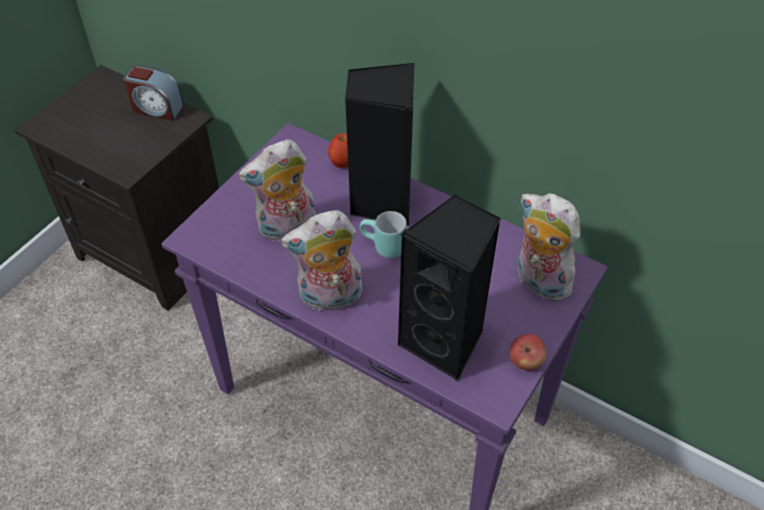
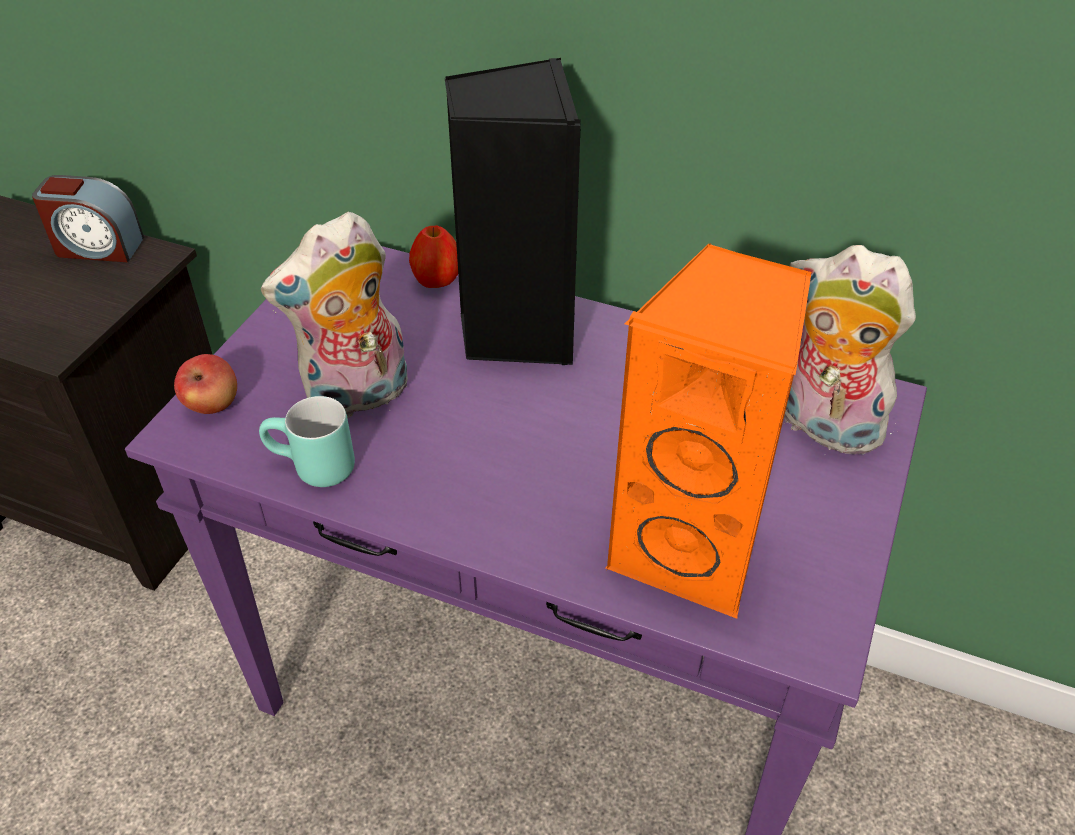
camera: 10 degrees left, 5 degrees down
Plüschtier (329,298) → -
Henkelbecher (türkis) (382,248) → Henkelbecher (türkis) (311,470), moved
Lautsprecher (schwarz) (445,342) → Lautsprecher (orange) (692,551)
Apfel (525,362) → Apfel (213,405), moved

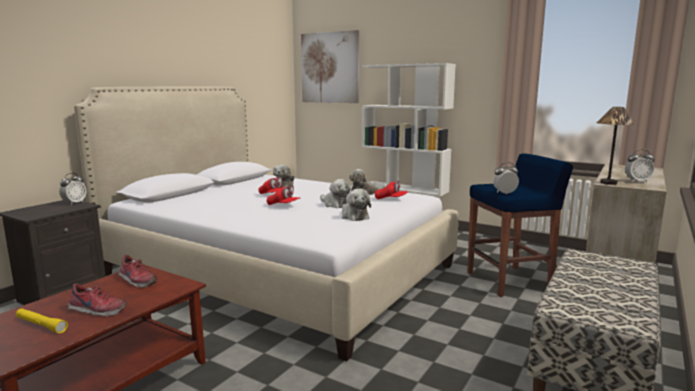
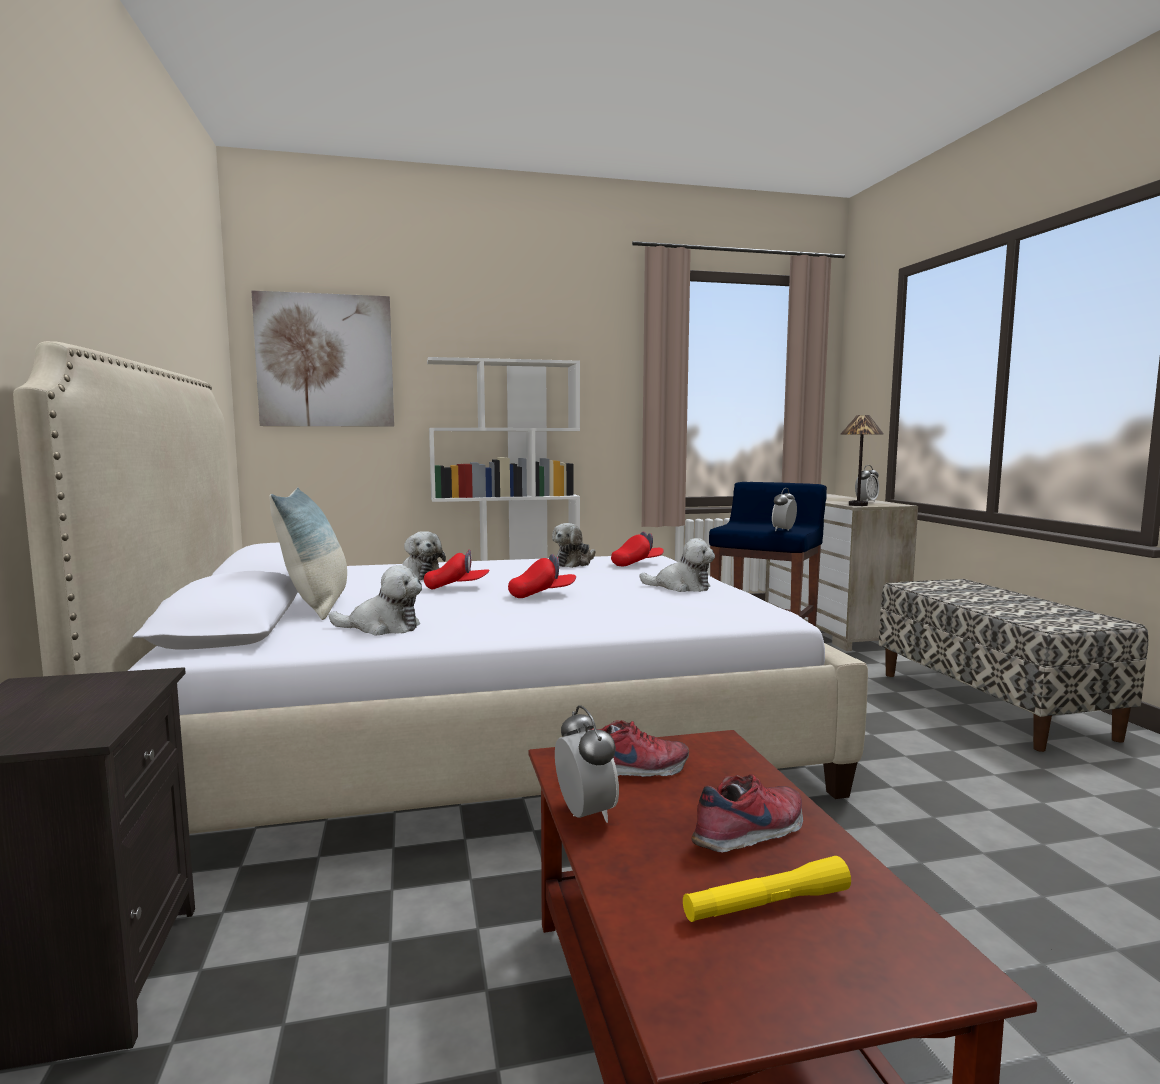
camera: 45 degrees left, 5 degrees down
Wecker (74,203) → Wecker (585,814), moved
Plüschtier (335,204) → Plüschtier (382,627), moved
- → Kissen (317,606)

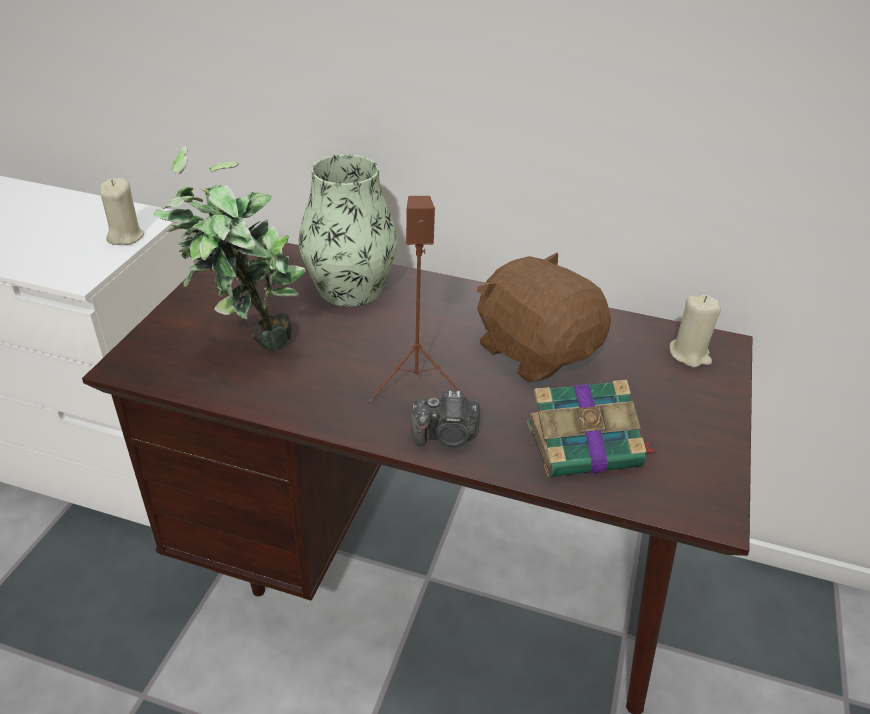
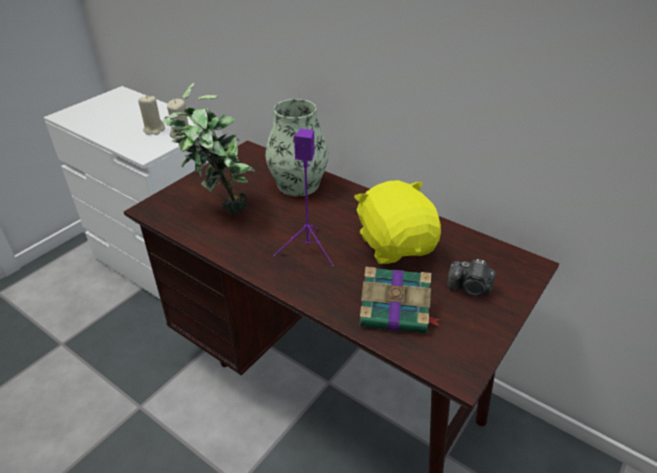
camera: 20 degrees right, 0 degrees up
Lautsprecher (braun) (417,382) → Lautsprecher (lila) (308,249)
Kamera (446,436) → Kamera (470,288), moved
Plüschtier (braun) (536,351) → Plüschtier (gelb) (395,245)
Kerze (beige) (689,354) → Kerze (beige) (154,130), moved

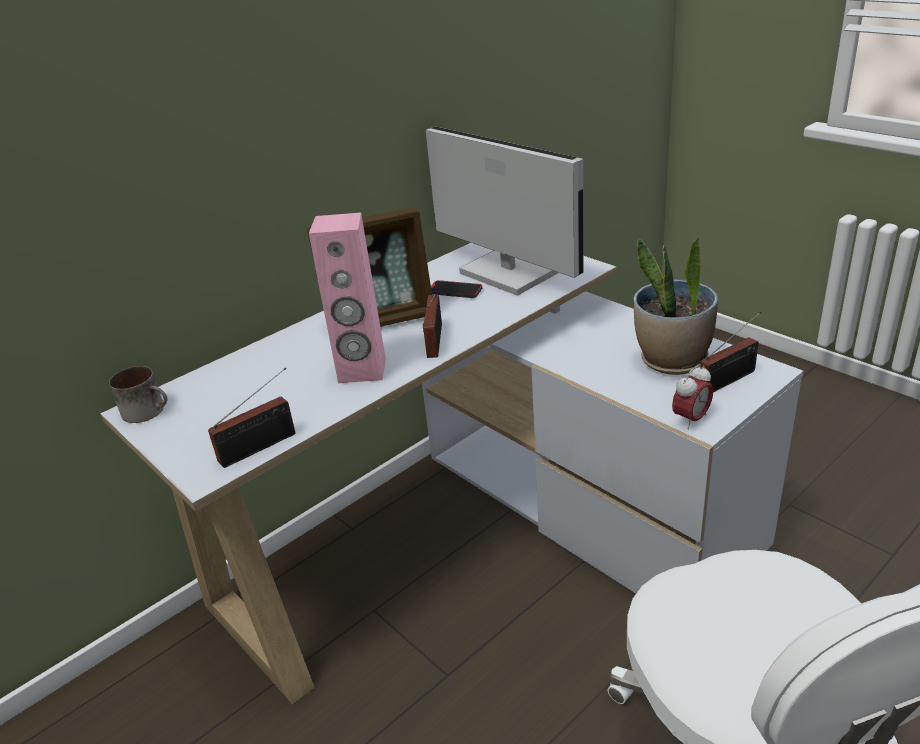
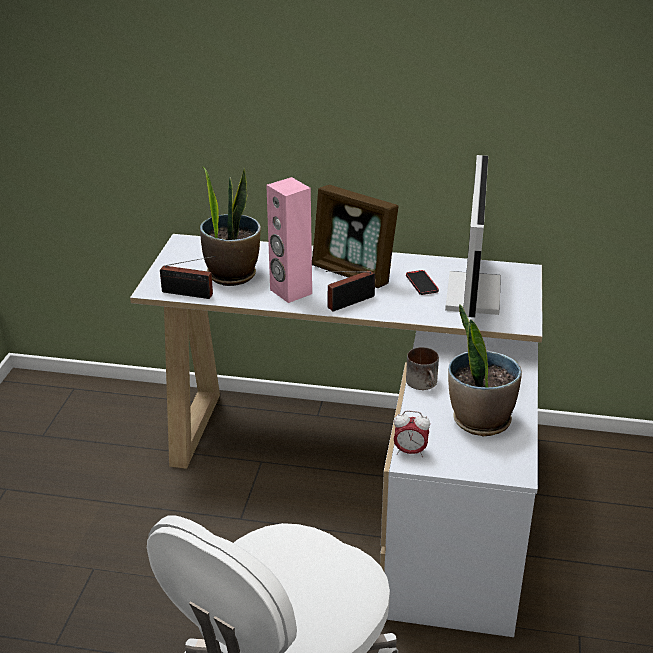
camera: 50 degrees right, 0 degrees up
Henkelbecher (149,410) → Henkelbecher (424,383), moved
Radio (730,379) → -
- → Topfpflanze (232,274)

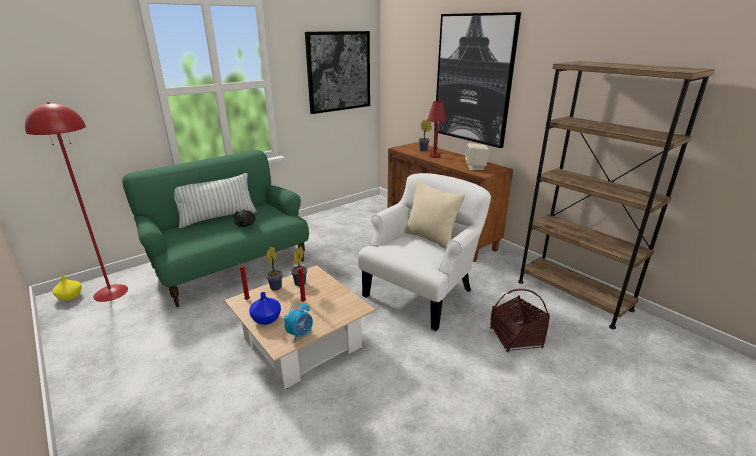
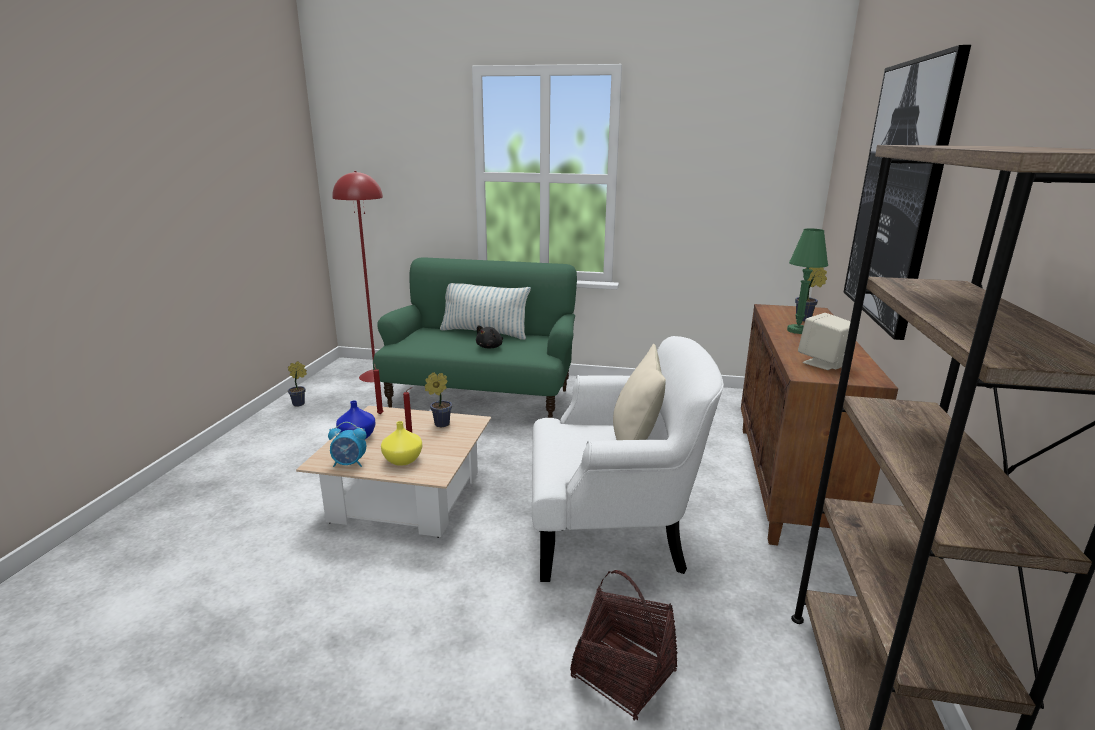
camera: 50 degrees right, 5 degrees down
Vase (gelb) (70,297) → Vase (gelb) (402,460), moved
Topfpflanze (276,286) → Topfpflanze (300,404), moved
Bild (339,71) → -
Tischlampe (rot) (434,156) → Tischlampe (grün) (797,330)

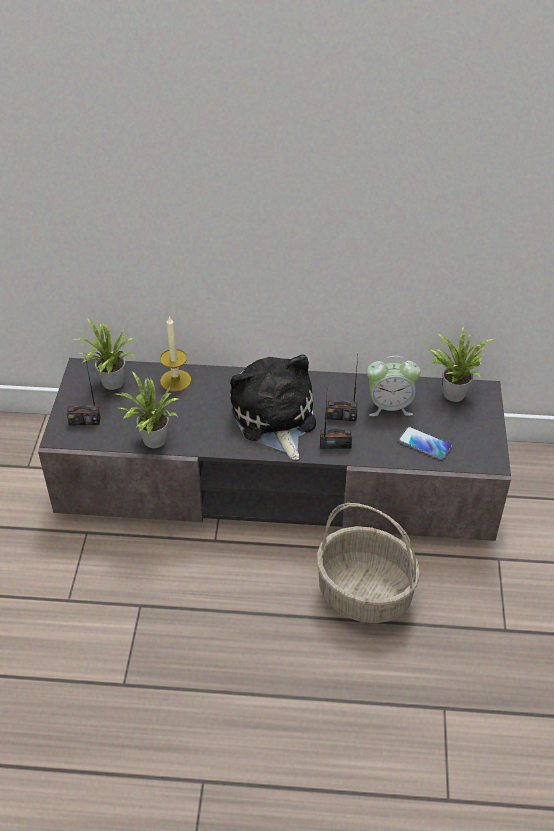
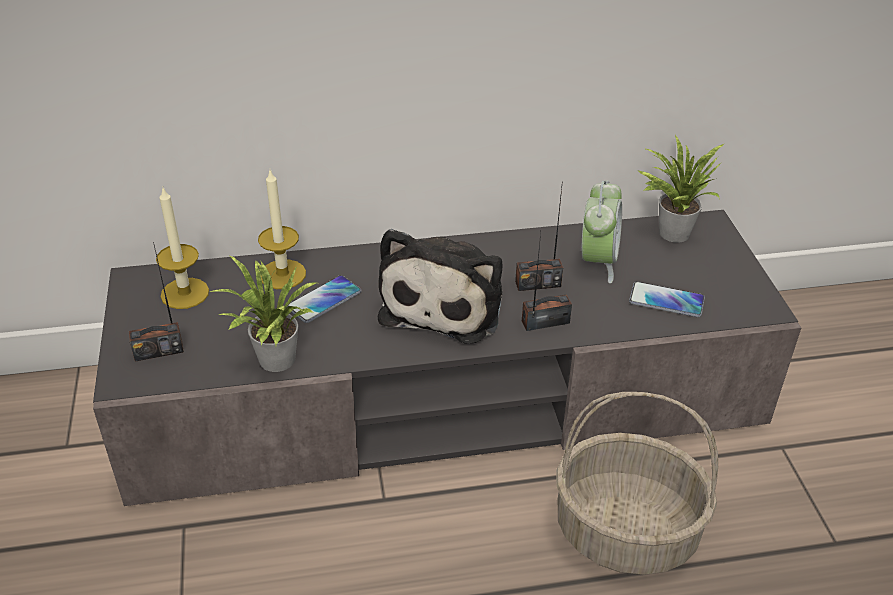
camera: 15 degrees left, 5 degrees down
Topfpflanze (110,383) → Kerze (185,293)
Plüschtier (274,419) → Plüschtier (445,302), 135 degrees counterclockwise
Wecker (389,406) → Wecker (597,261), 60 degrees counterclockwise
- → Handy (324,300)

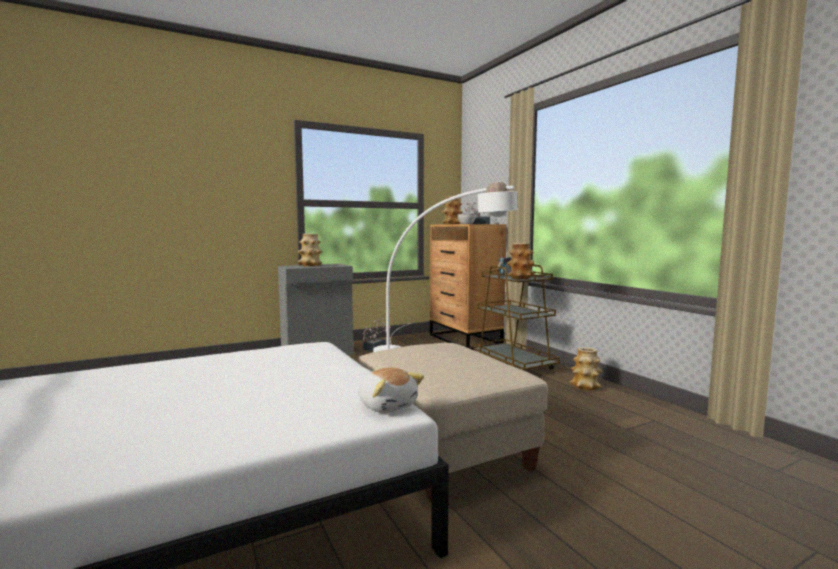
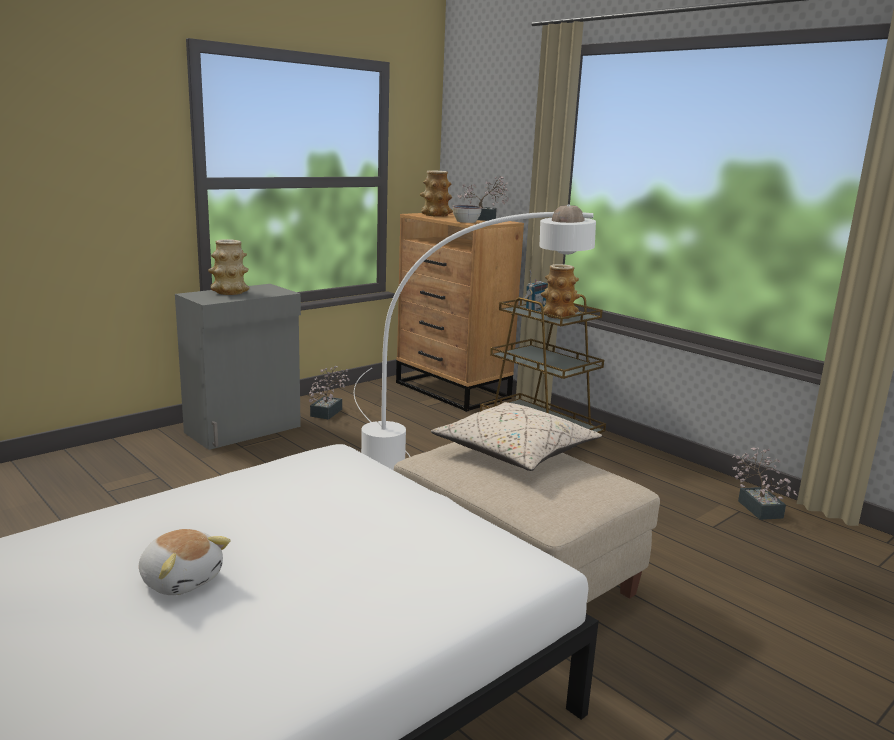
camera: 15 degrees left, 10 degrees up
Plüschtier (388,405) → Plüschtier (182,579), moved
Vase (585,387) → -
- → Kissen (beige) (515,453)
- → Topfpflanze (757,507)

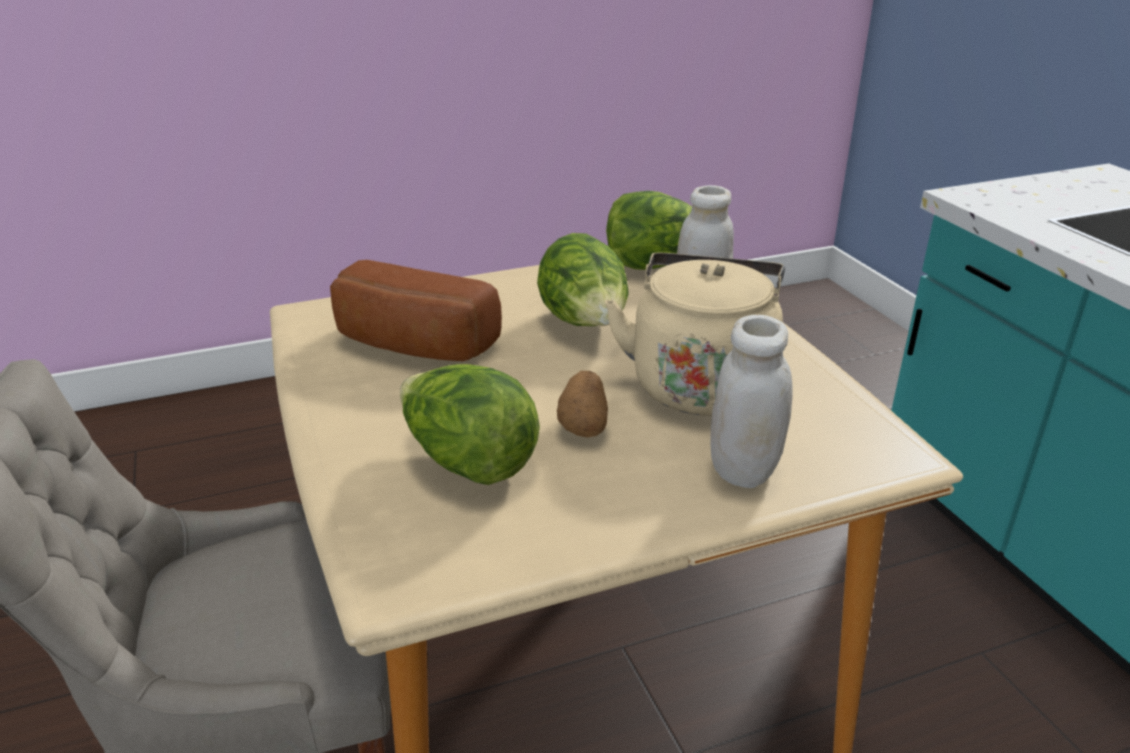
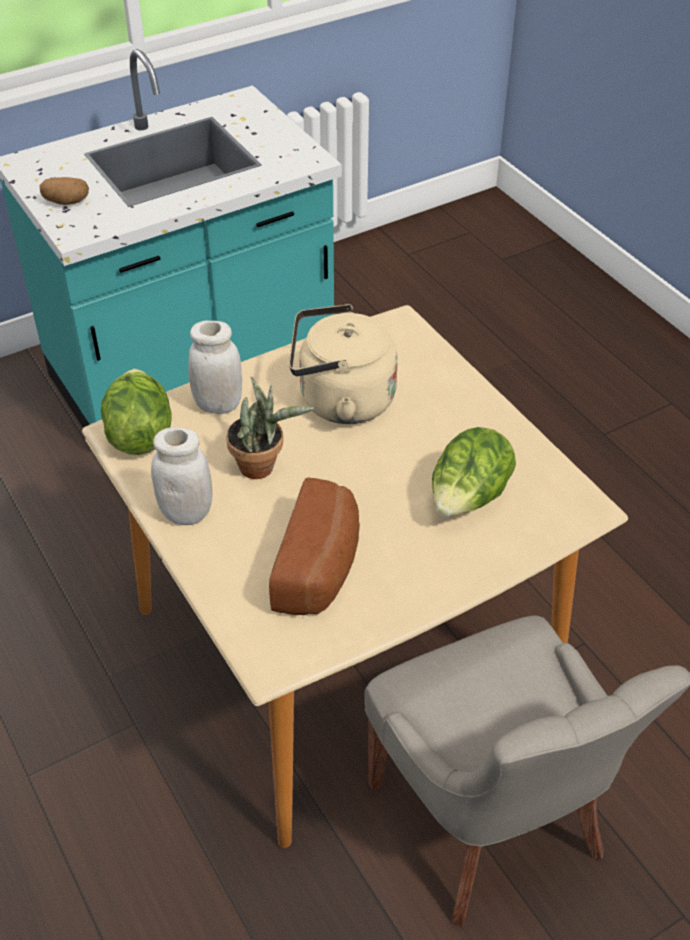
camera: 100 degrees left, 15 degrees up
Salatkopf (585,324) → Topfpflanze (262,466)
Kartoffel (584,424) → Kartoffel (66,202), moved
Vorratsglas (weiß) (743,470) → Vorratsglas (weiß) (186,512), moved

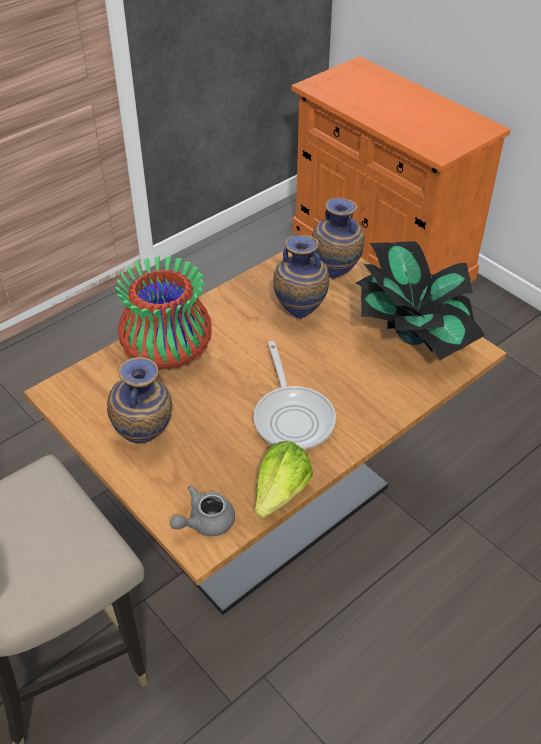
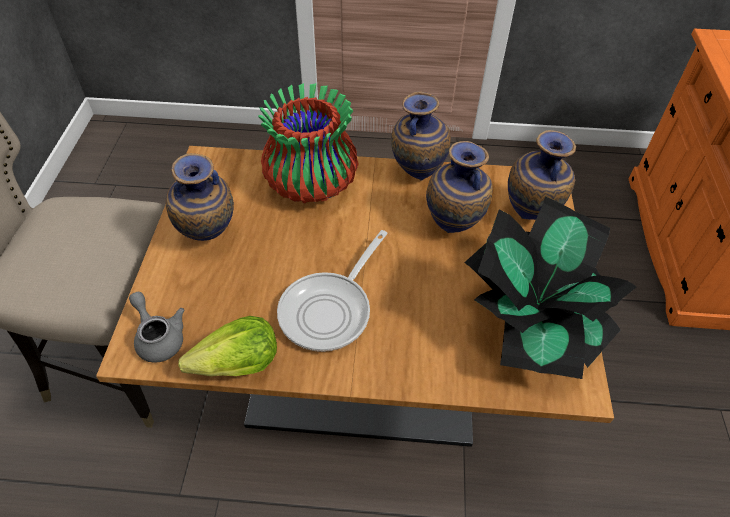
camera: 45 degrees right, 5 degrees up
Teekanne (grau) (205,522) → Teekanne (grau) (159,337), 45 degrees clockwise
- → Vase (416,175)

